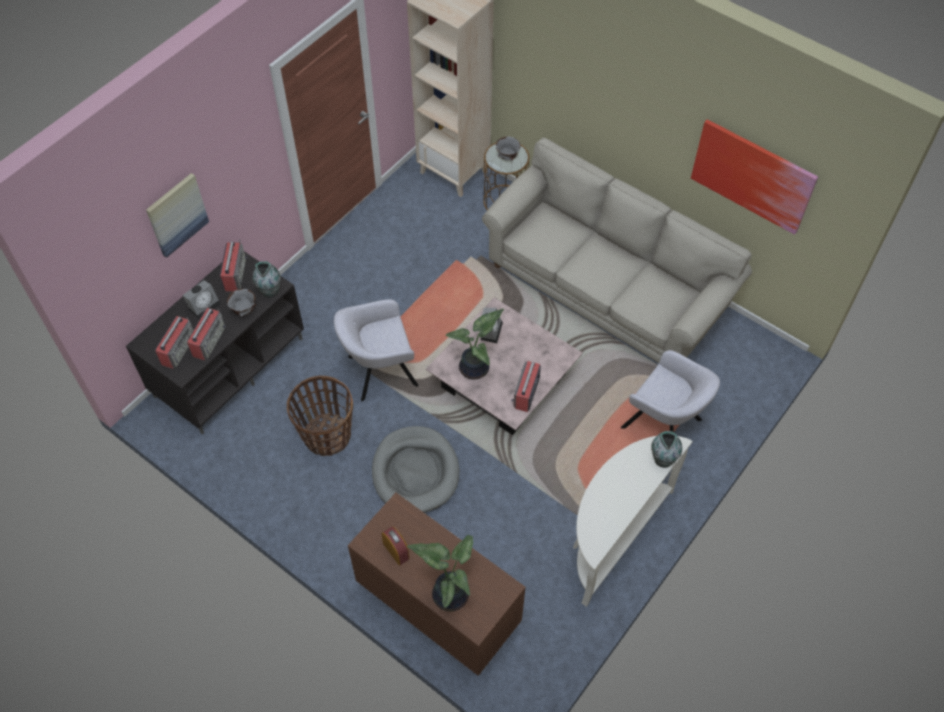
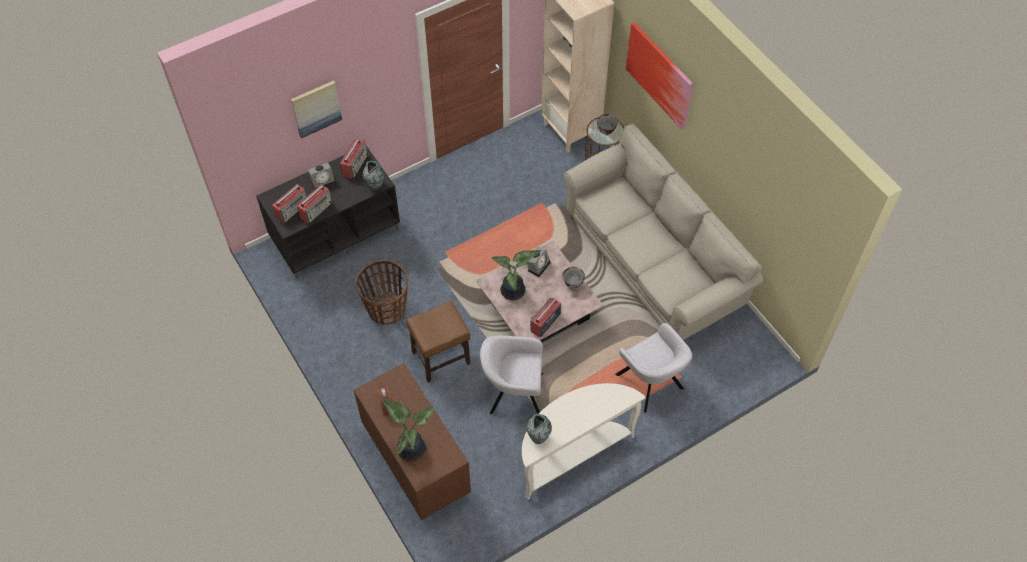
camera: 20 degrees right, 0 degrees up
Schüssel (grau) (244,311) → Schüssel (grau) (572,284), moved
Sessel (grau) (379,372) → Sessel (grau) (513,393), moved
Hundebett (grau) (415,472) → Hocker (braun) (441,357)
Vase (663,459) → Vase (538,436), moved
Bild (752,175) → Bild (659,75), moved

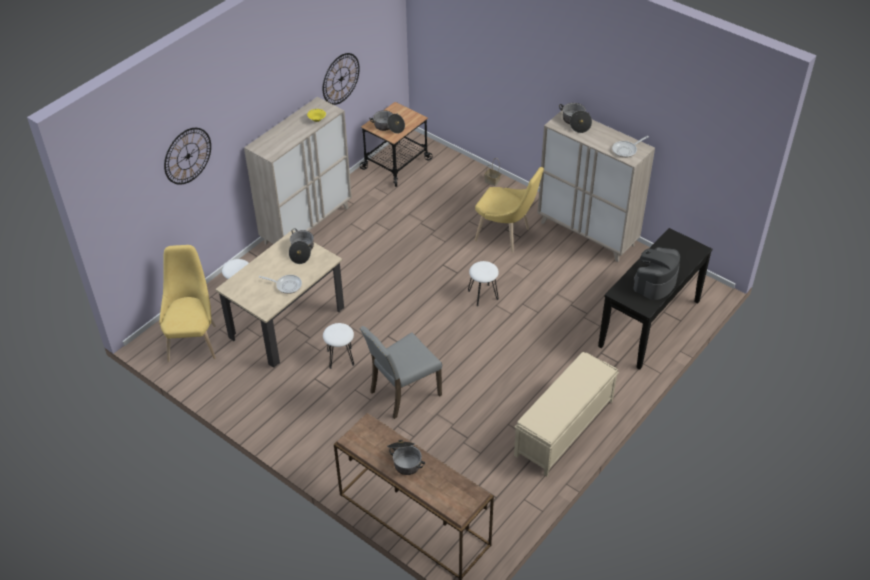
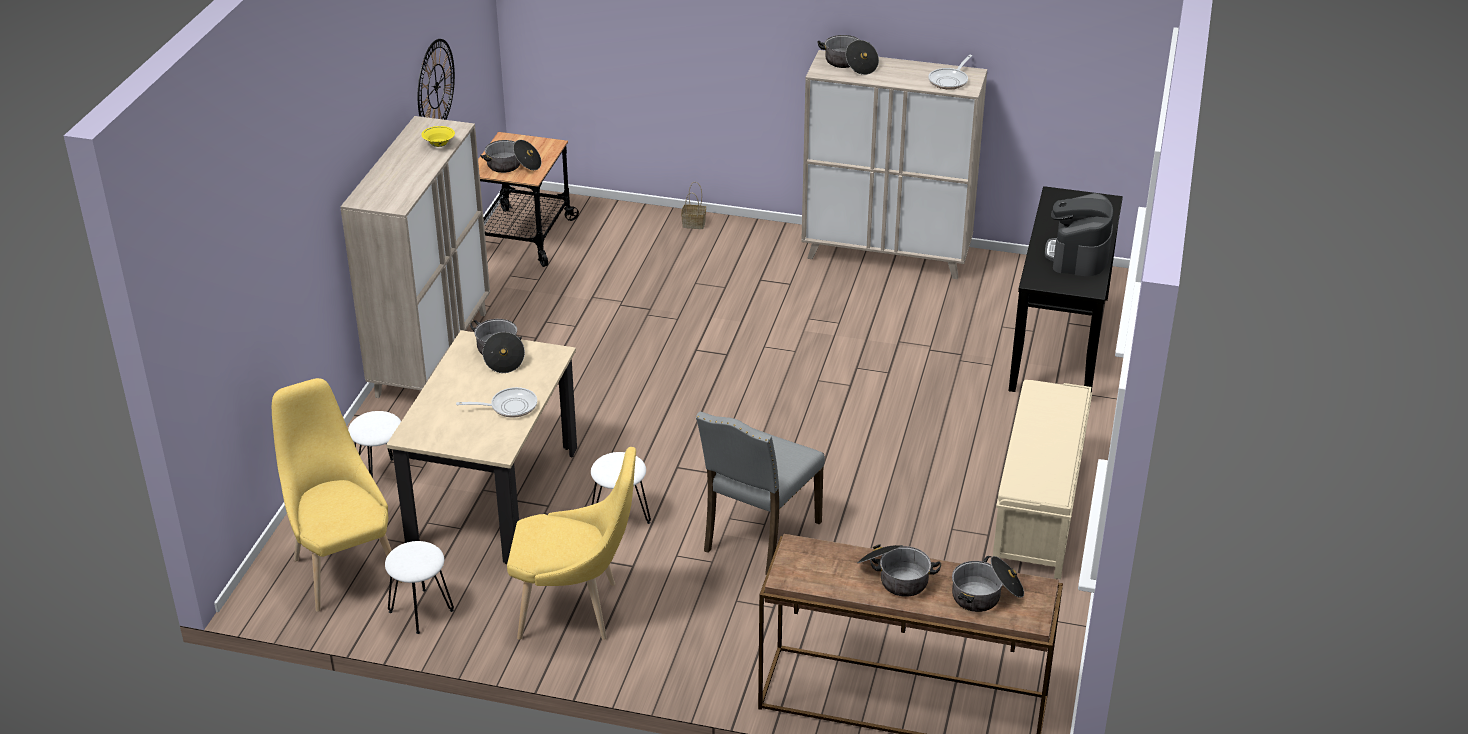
camera: 25 degrees left, 10 degrees down
Wanduhr (187,156) → -
Hocker (weiß) (482,295) → Hocker (weiß) (420,611), moved
Stuhl (gelb) (506,235) → Stuhl (gelb) (576,610), moved
- → Kochtopf (986,595)

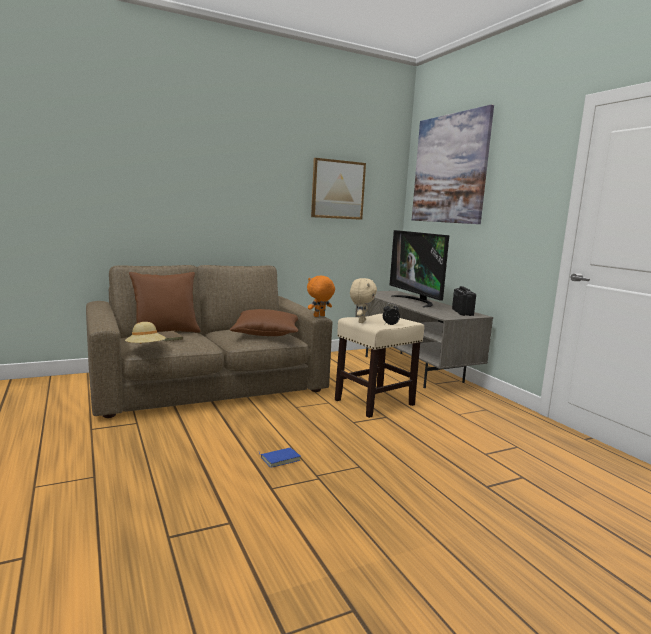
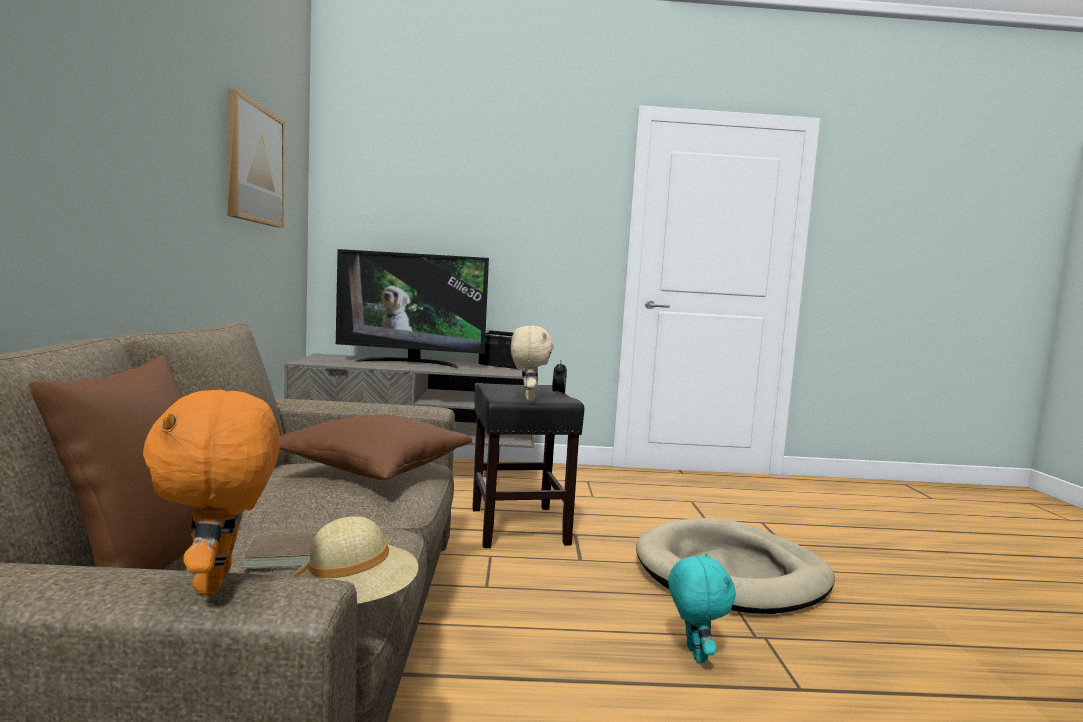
camera: 65 degrees left, 5 degrees down
Buch (blau) (280,458) → Plüschtier (türkis) (693,654)
Plüschtier (orange) (319,316) → Plüschtier (orange) (218,582), moved
Hocker (beige) (375,402) → Hocker (schwarz) (518,525)
Plüschtier (beige) (361,321) → Plüschtier (beige) (527,398), 45 degrees clockwise
Bild (449,169) → -
- → Hundebett (beige) (731,573)

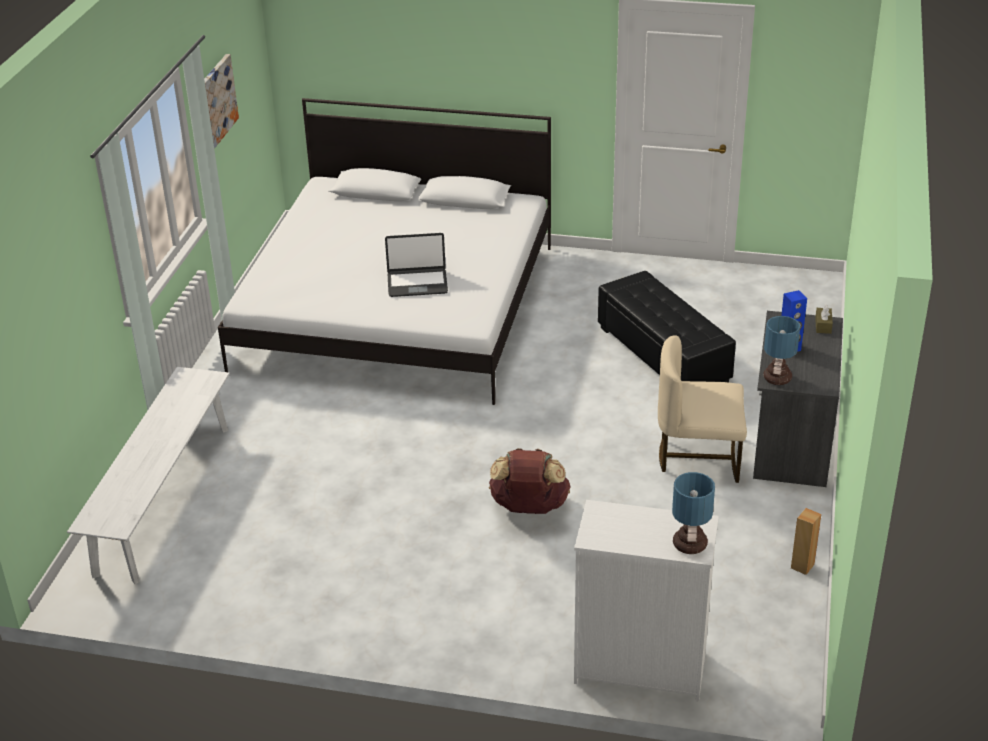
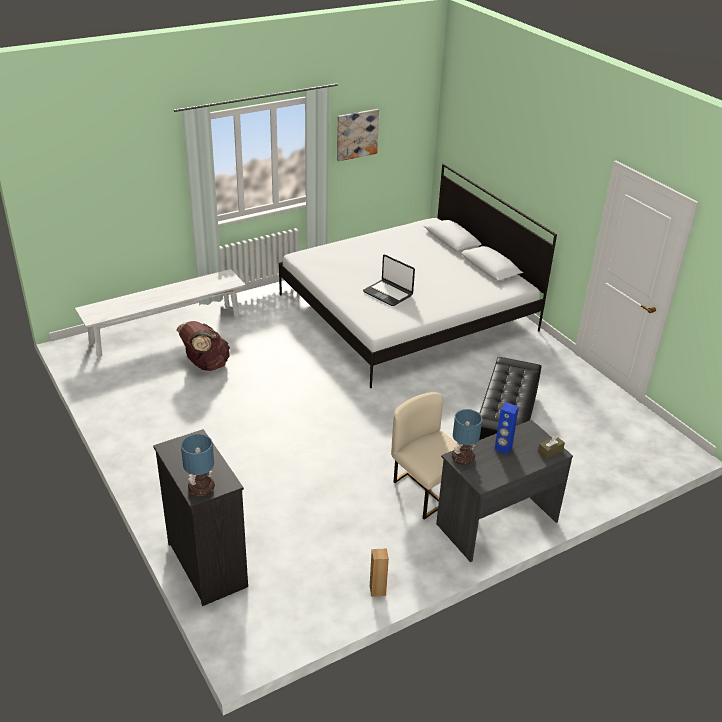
camera: 45 degrees right, 0 degrees up
Rucksack (braun) (529,508) → Rucksack (braun) (205,365), moved
Kommode (weiß) (639,667) → Kommode (schwarz) (207,564)

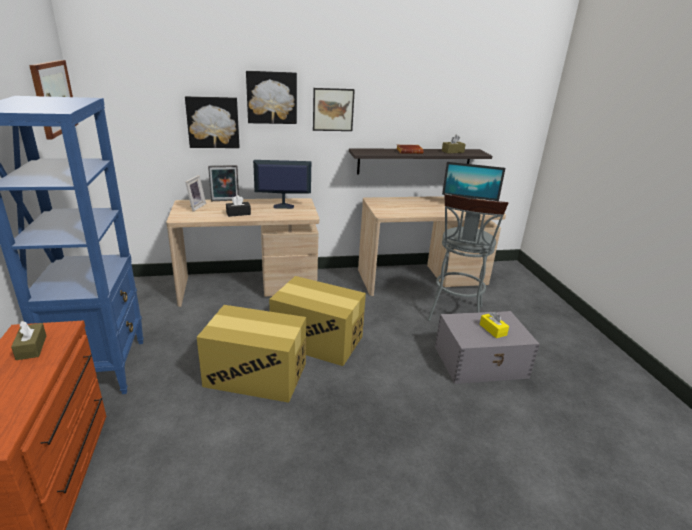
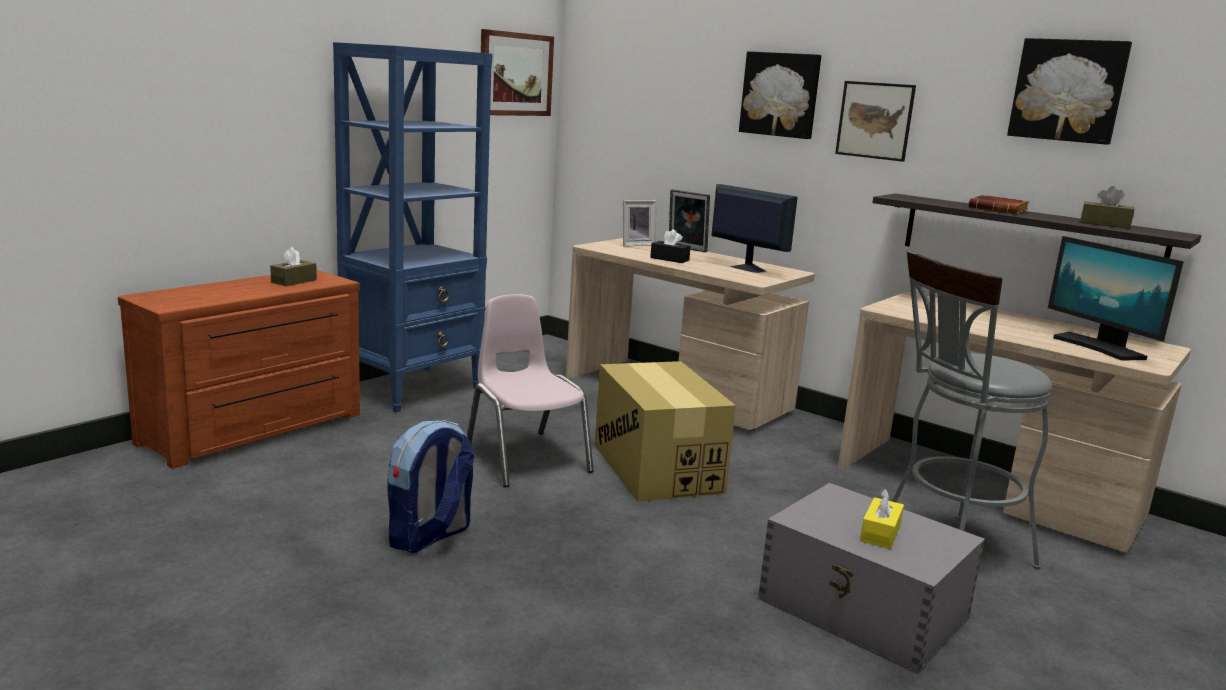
camera: 50 degrees right, 10 degrees down
Bild (213,122) → Bild (1068,90), moved
Karton (255,375) → Stuhl (rosa) (526,457)
- → Rucksack (429,536)

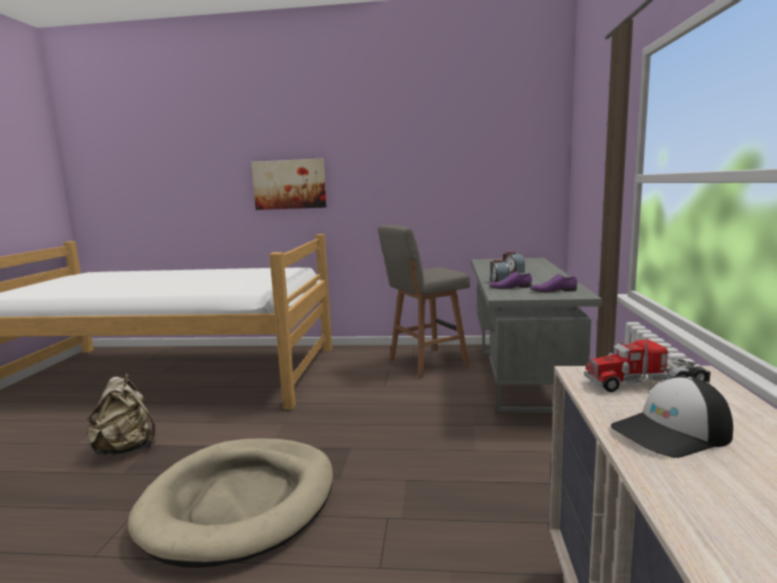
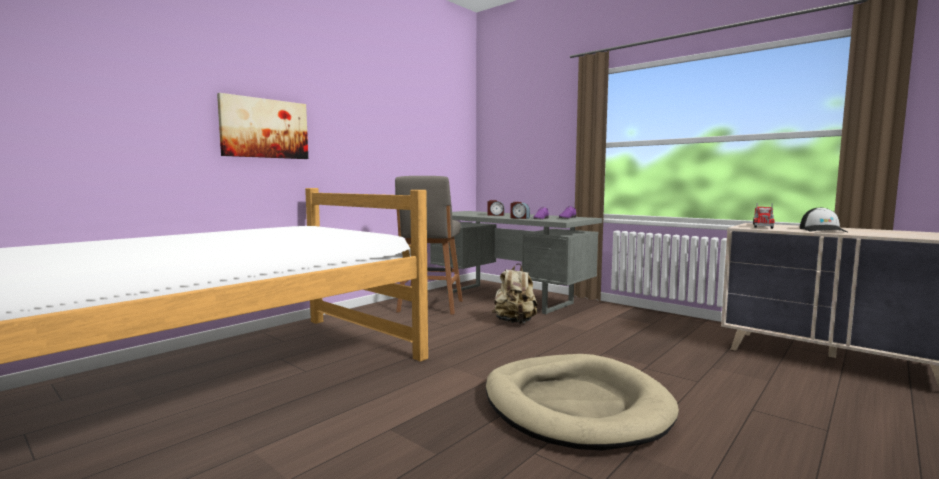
camera: 55 degrees left, 5 degrees down
Rucksack (beige) (126,449) → Rucksack (beige) (515,322), moved

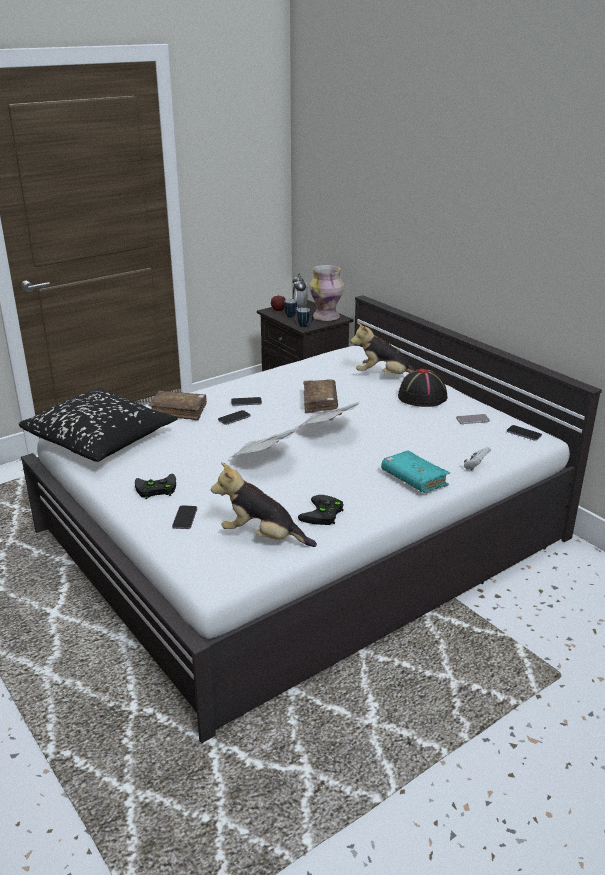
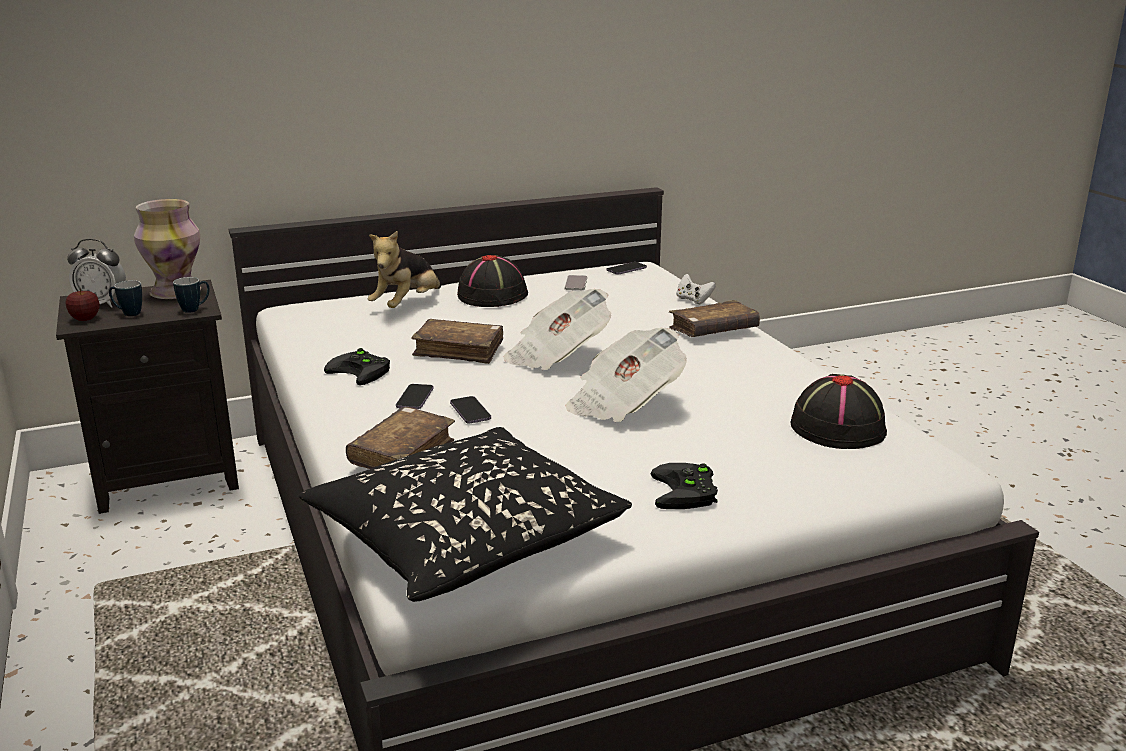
camera: 75 degrees left, 5 degrees down
Handy (185,518) → -
Plüschtier (262,537) → Hut (schwarz) (838,427)
Gamepad (schwarz) (323,514) → Gamepad (schwarz) (363,371), moved
Buch (türkis) (414,479) → Buch (braun) (713,330)

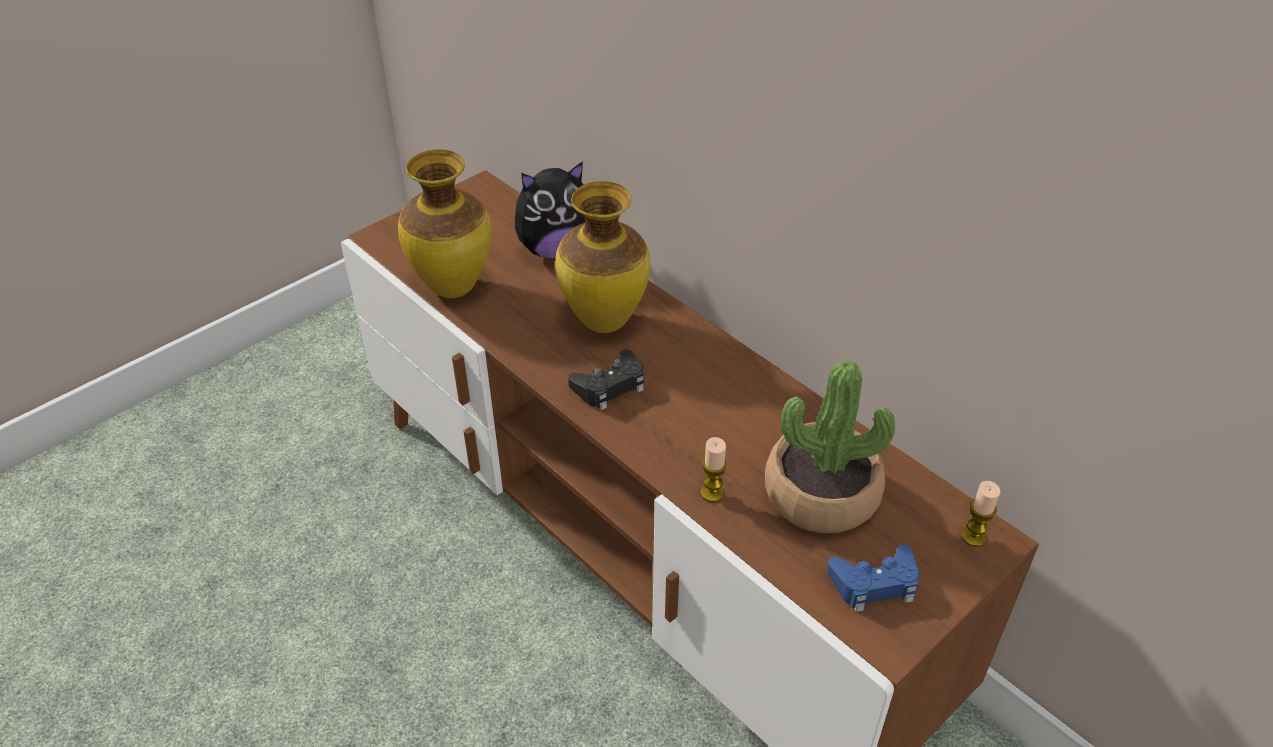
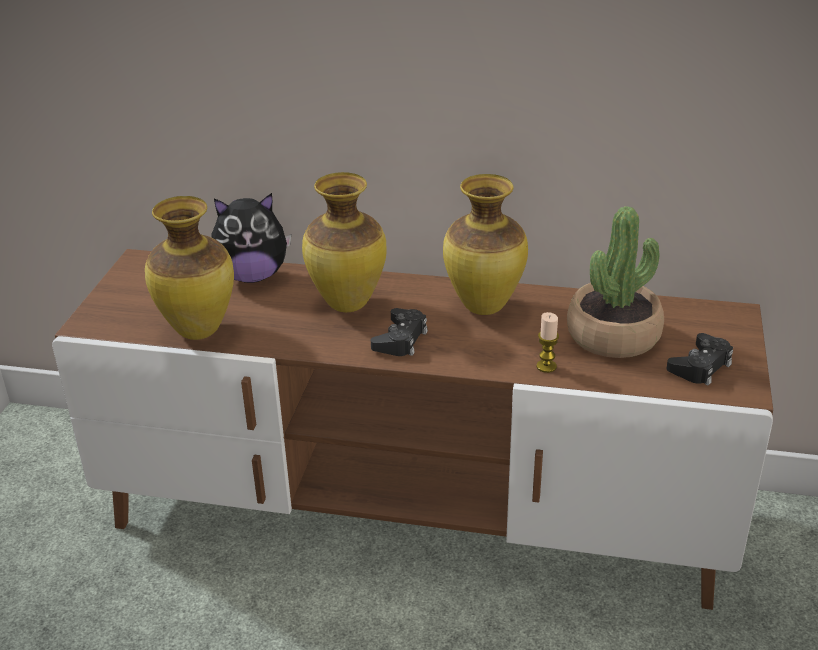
camera: 35 degrees left, 10 degrees down
Plüschtier (555,249) → Plüschtier (252,276), 45 degrees clockwise
Gamepad (blau) (874,583) → Gamepad (schwarz) (700,366)
Kerze (973,536) → -
- → Vase (482,307)

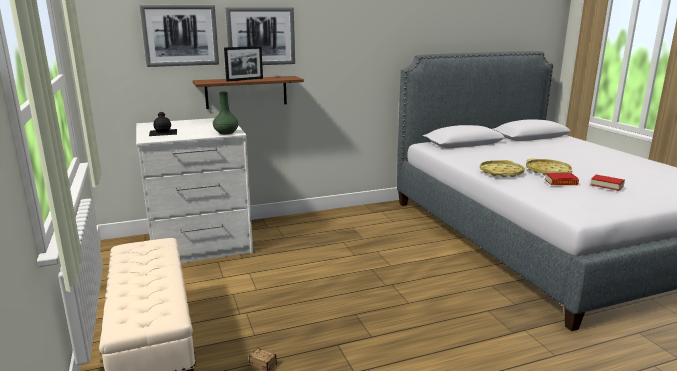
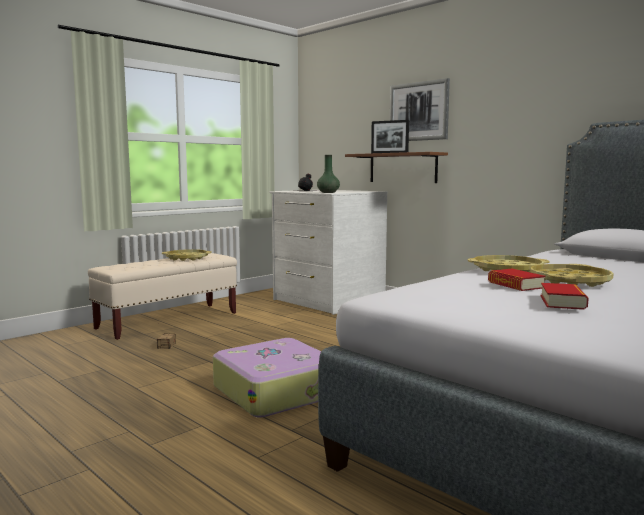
camera: 65 degrees right, 10 degrees down
Bild (180,35) → -
- → Tablett (gelb) (187,258)
- → Koffer (276,391)

